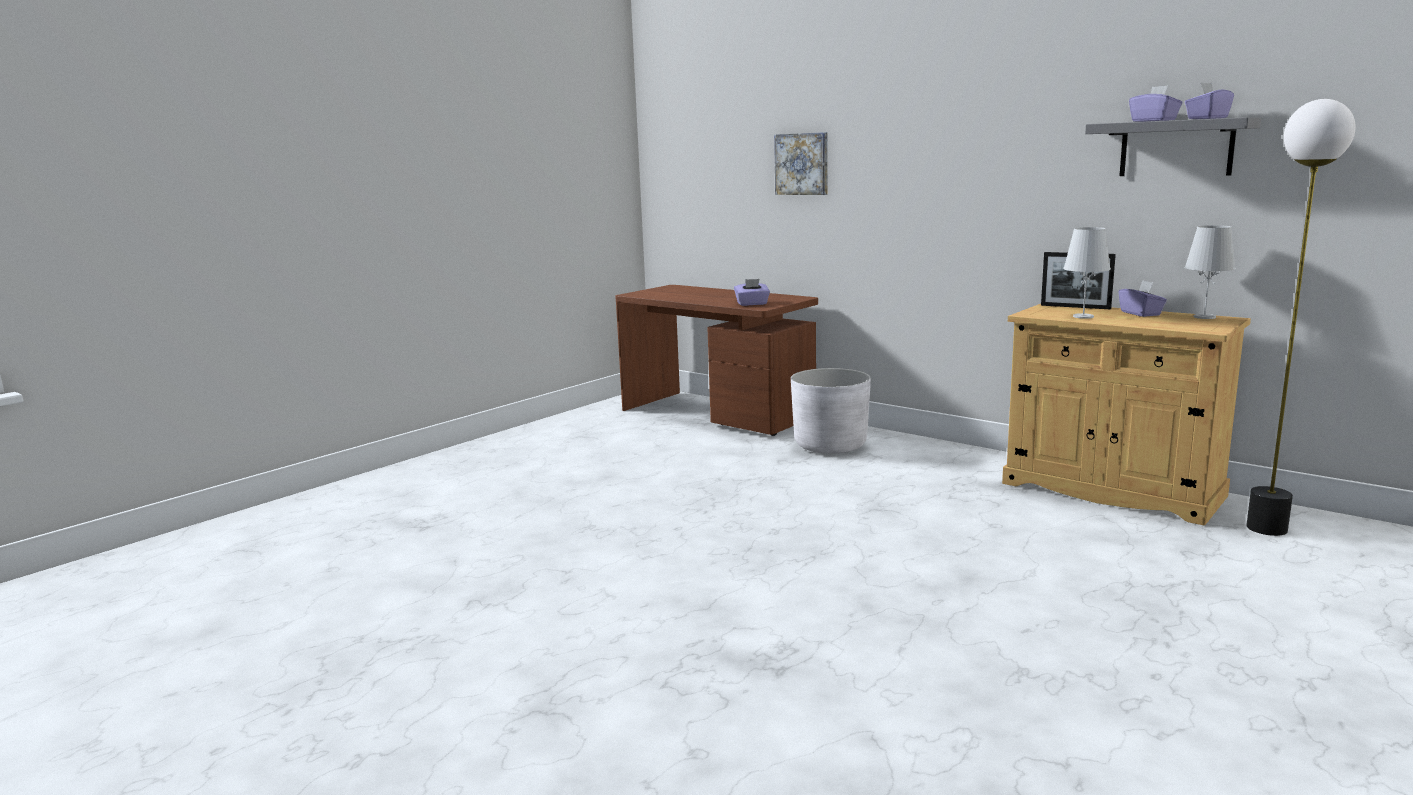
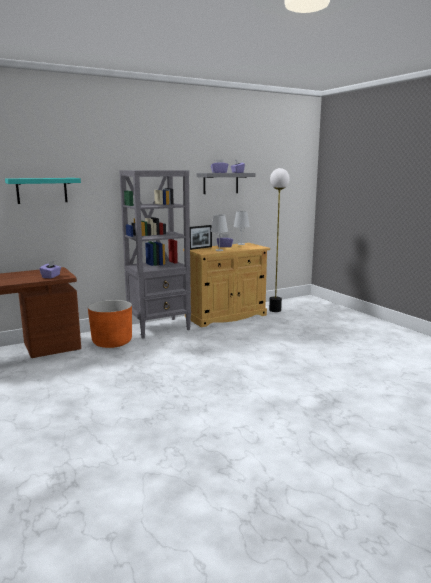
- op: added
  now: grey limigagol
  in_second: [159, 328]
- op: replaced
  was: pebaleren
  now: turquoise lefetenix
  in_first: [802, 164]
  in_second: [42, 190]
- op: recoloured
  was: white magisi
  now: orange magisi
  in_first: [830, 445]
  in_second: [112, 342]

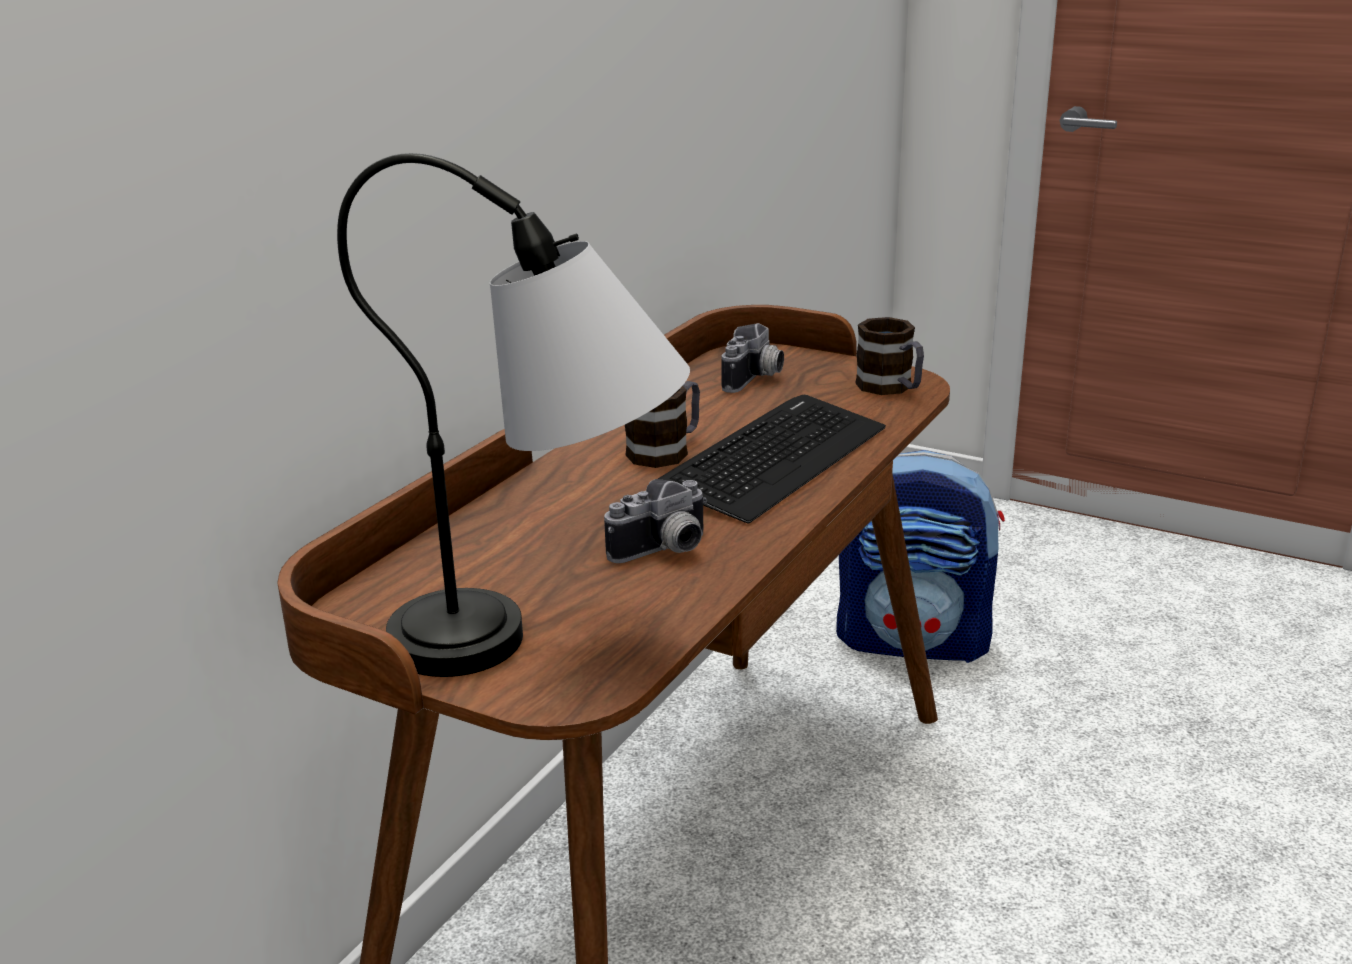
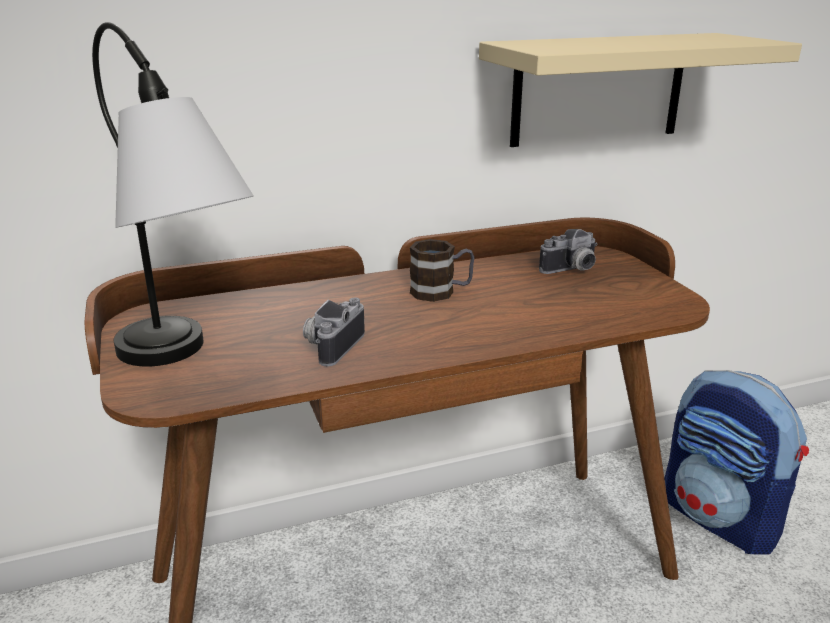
- op: removed
  was: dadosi
  in_first: [771, 460]
- op: removed
  was: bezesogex
  in_first: [891, 388]
- op: added
  now: beige lefetenix
  in_second: [599, 89]
- op: turned
  was: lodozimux
  in_first: [665, 551]
  in_second: [331, 346]
  clockwise: 105

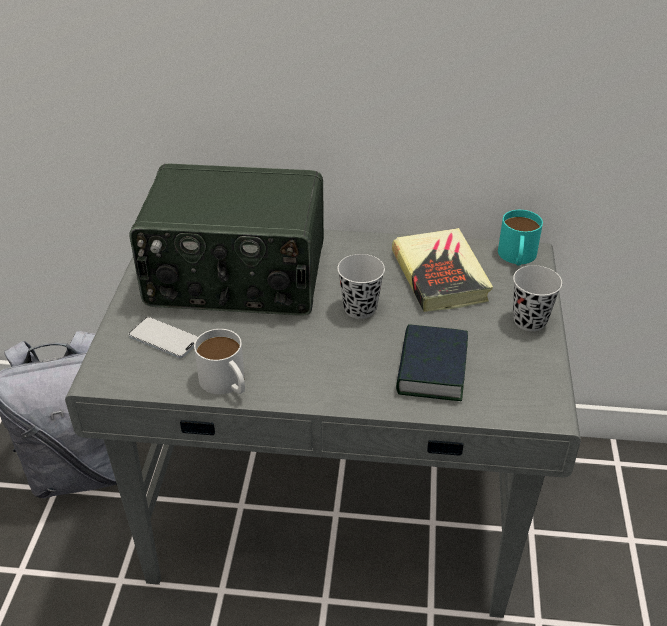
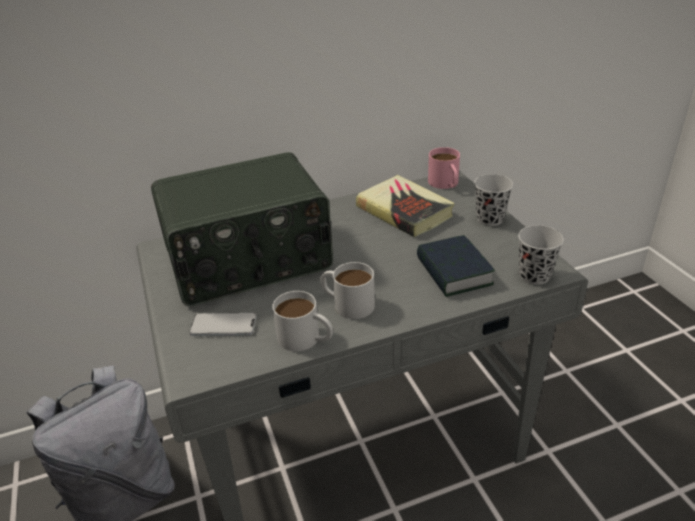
- op: added
  now: white bezesogex
  in_second: [347, 303]
- op: moved
  was: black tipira
  in_first: [360, 308]
  in_second: [534, 276]
- op: recoloured
  was: turquoise bezesogex
  now: pink bezesogex
  in_first: [517, 257]
  in_second: [445, 184]

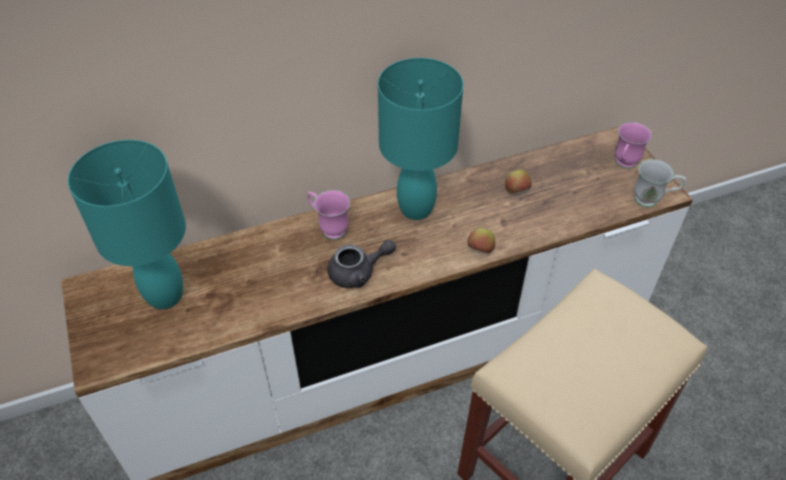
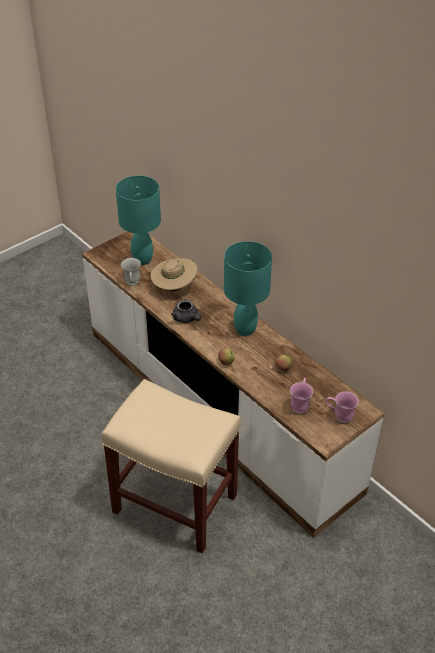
- op: added
  now: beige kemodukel
  in_second: [174, 287]
- op: moved
  was: pink bezesogex
  in_first: [329, 228]
  in_second: [300, 405]
- op: moved
  was: white bezesogex
  in_first: [652, 201]
  in_second: [132, 284]

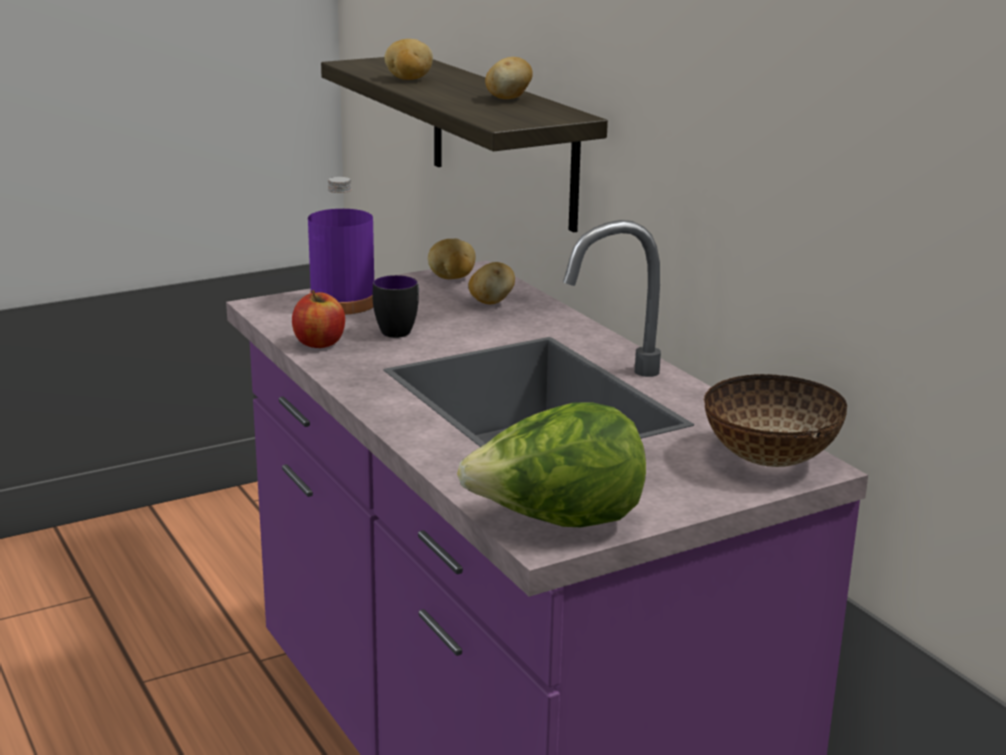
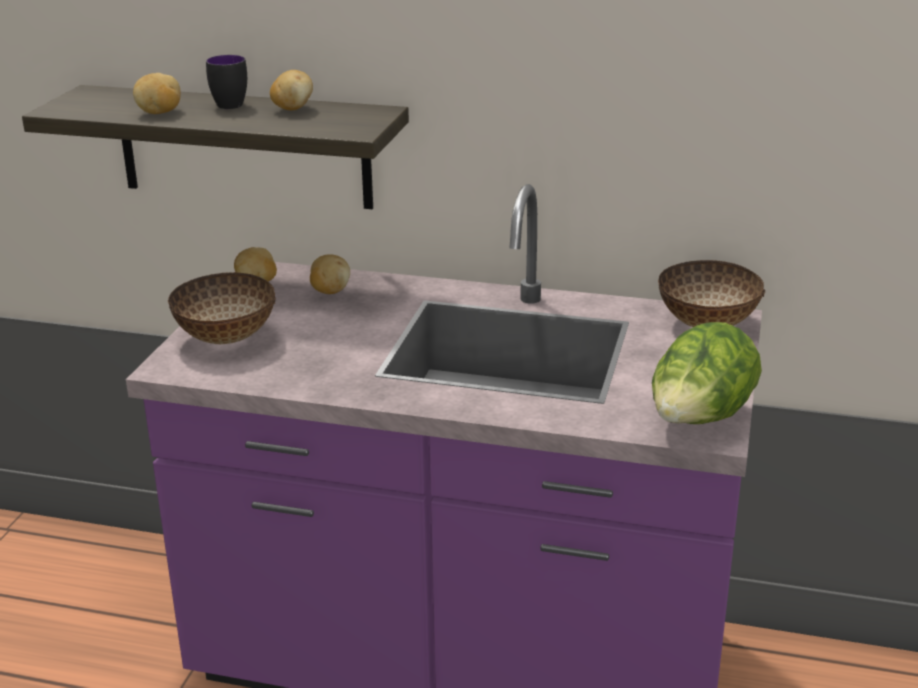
- op: removed
  was: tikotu
  in_first: [319, 343]
- op: moved
  was: bezesogex
  in_first: [400, 330]
  in_second: [228, 103]
- op: replaced
  was: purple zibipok
  now: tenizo
  in_first: [343, 303]
  in_second: [225, 338]

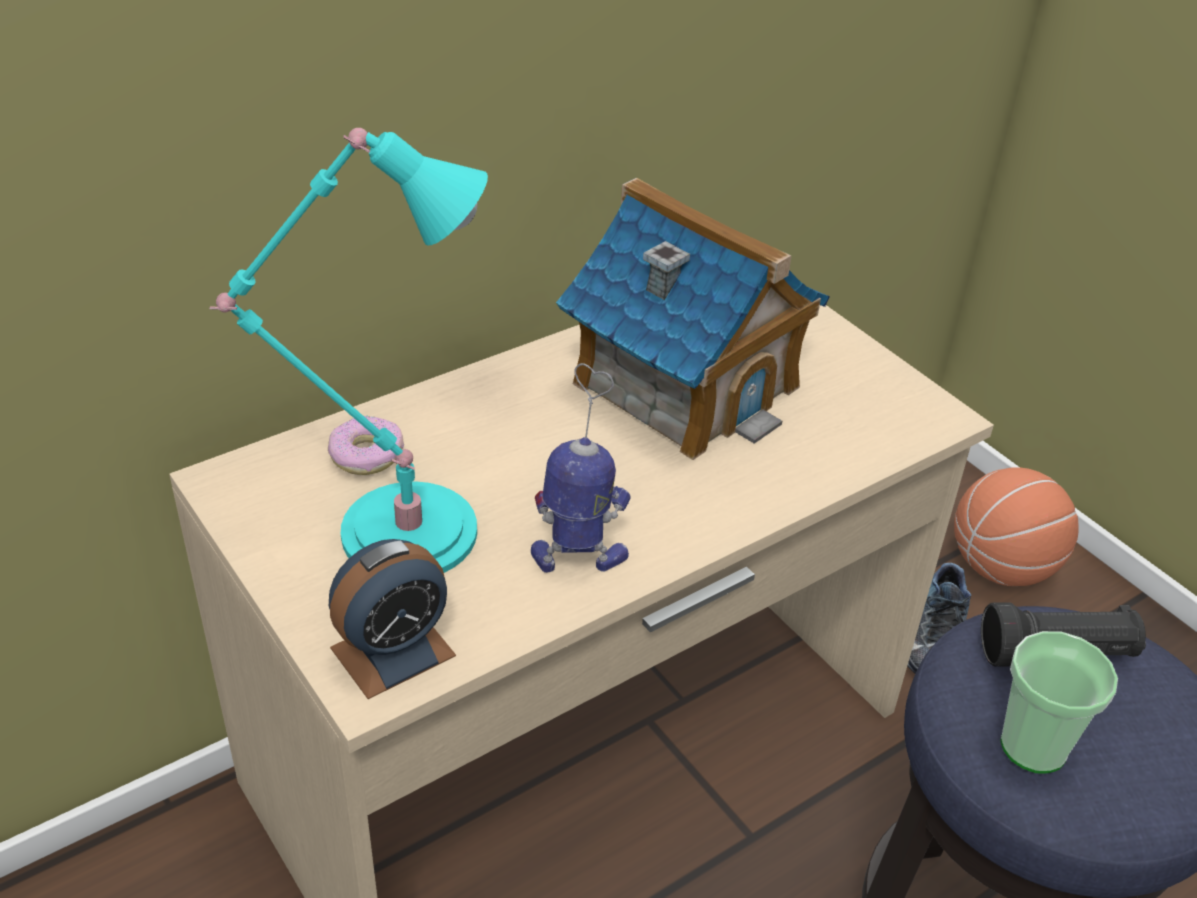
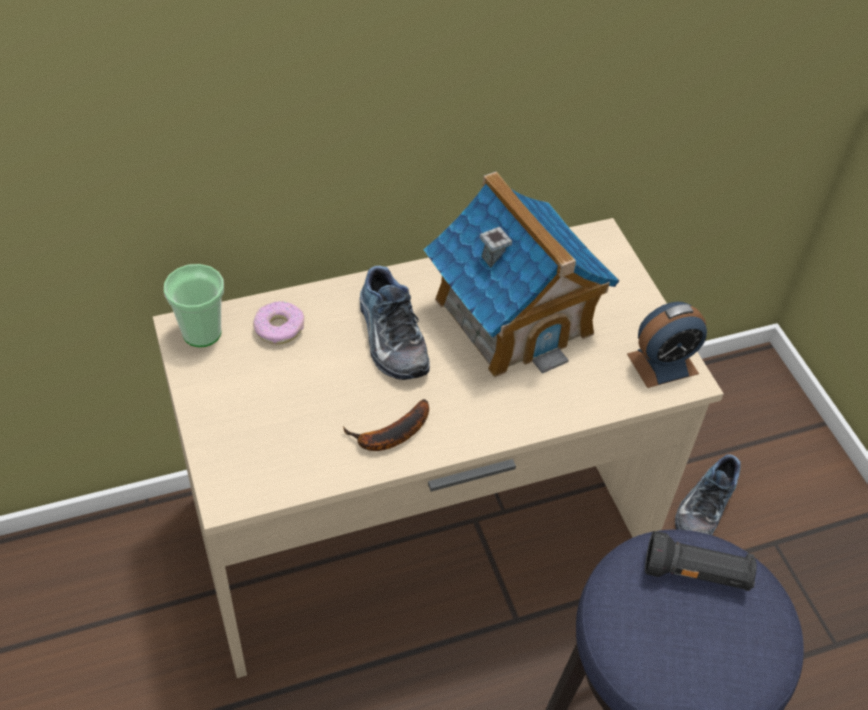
- op: removed
  was: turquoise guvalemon
  in_first: [397, 531]
- op: removed
  was: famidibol
  in_first: [1002, 567]
- op: added
  now: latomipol
  in_second: [389, 337]
- op: moved
  was: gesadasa
  in_first: [393, 652]
  in_second: [662, 364]
- op: moved
  was: tipira
  in_first: [1033, 747]
  in_second: [202, 332]
- op: replaced
  was: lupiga
  now: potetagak
  in_first: [580, 558]
  in_second: [390, 436]

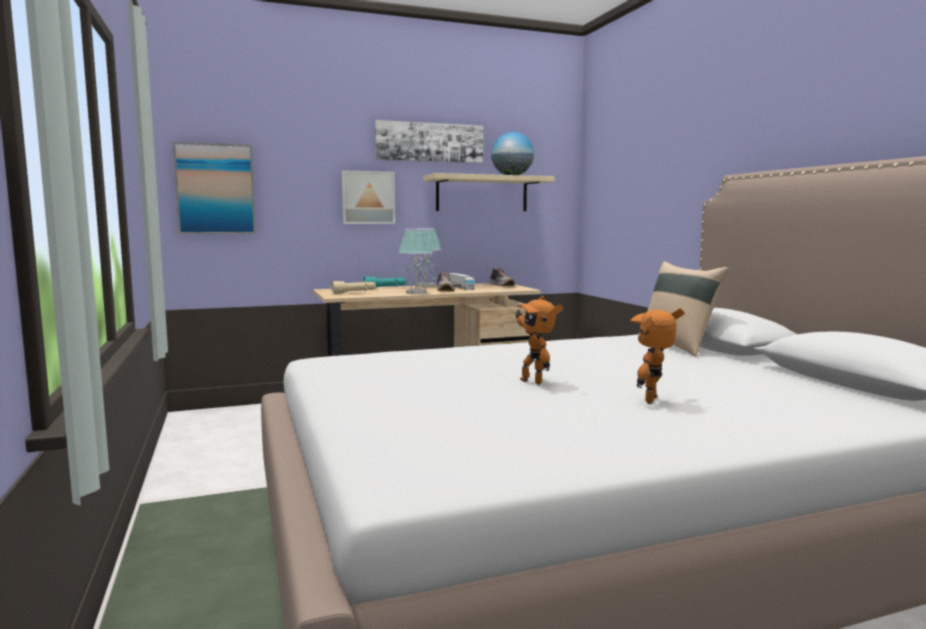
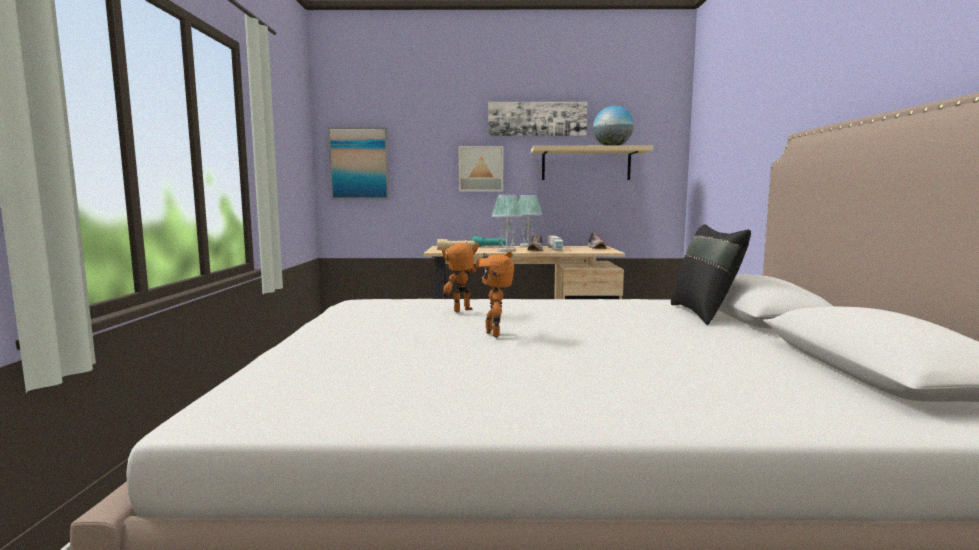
- op: moved
  was: lupiga
  in_first: [656, 401]
  in_second: [465, 311]
- op: recoloured
  was: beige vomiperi
  now: black vomiperi
  in_first: [678, 347]
  in_second: [704, 314]

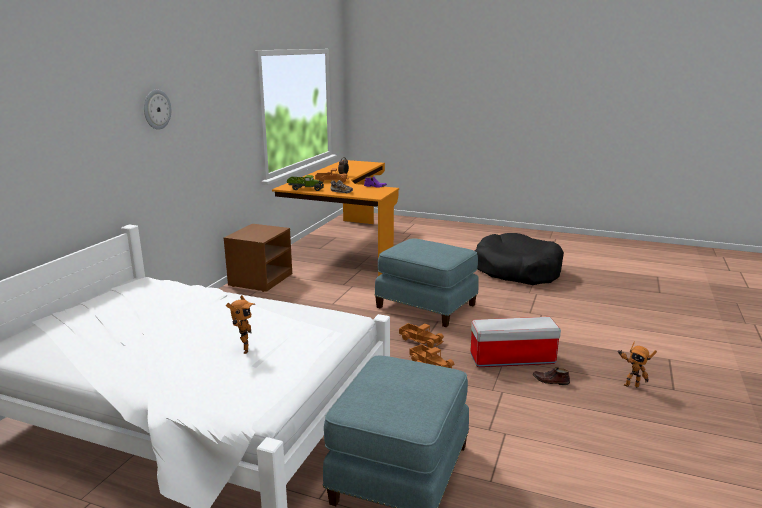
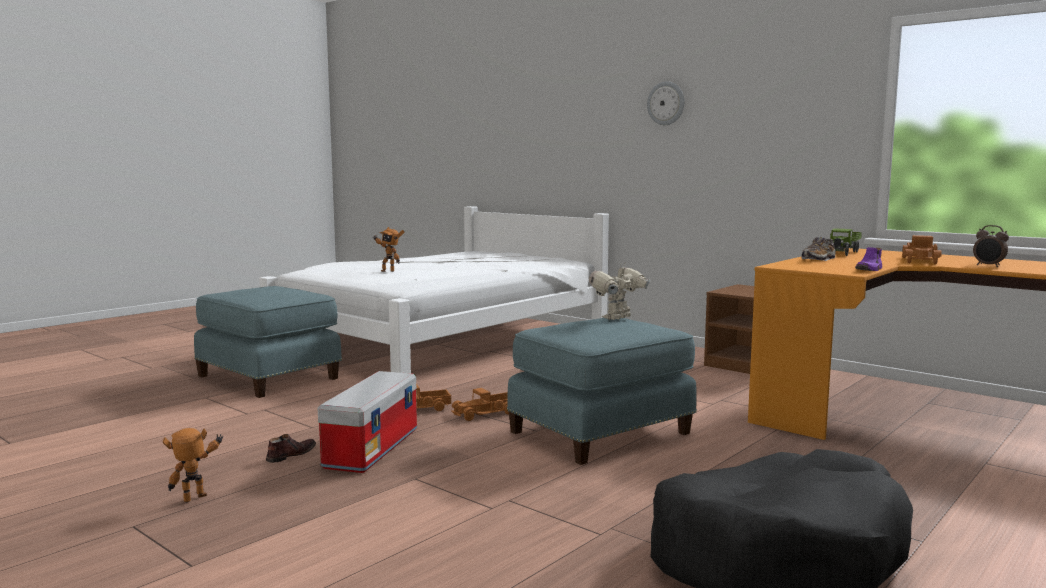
- op: added
  now: lupiga
  in_second: [618, 318]

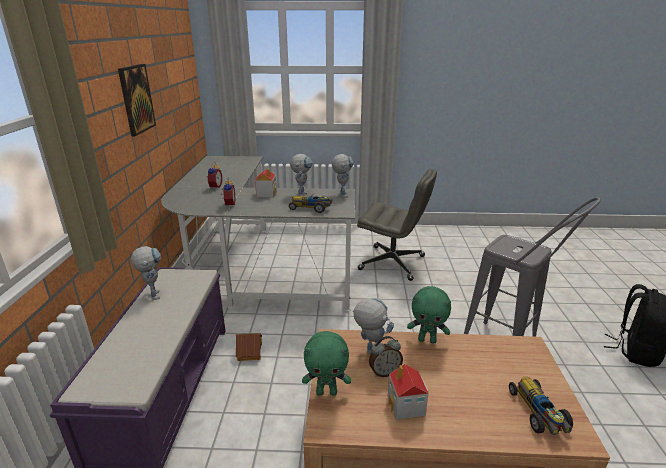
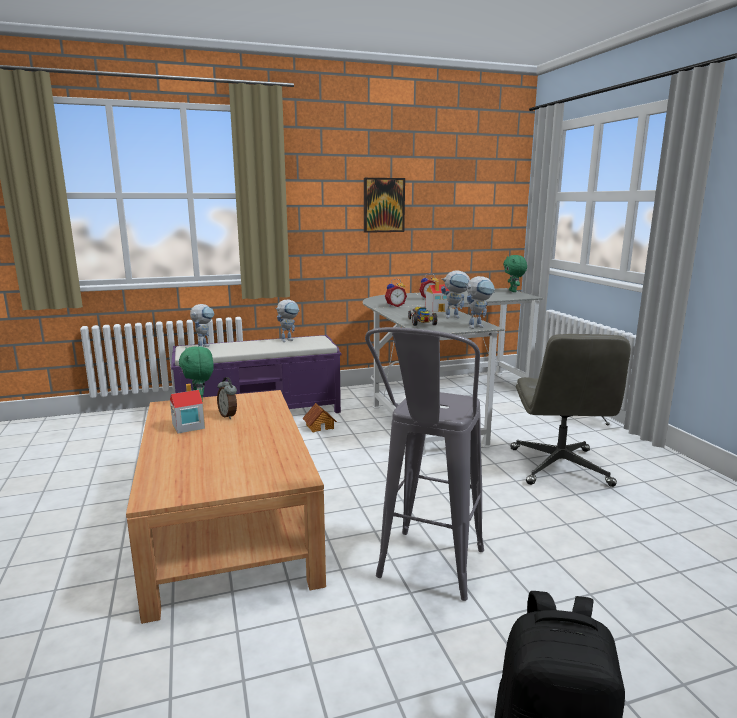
- op: removed
  was: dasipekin
  in_first: [538, 413]
- op: moved
  was: lupiga
  in_first: [369, 352]
  in_second: [204, 346]
- op: moved
  was: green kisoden
  in_first: [427, 340]
  in_second: [513, 291]

